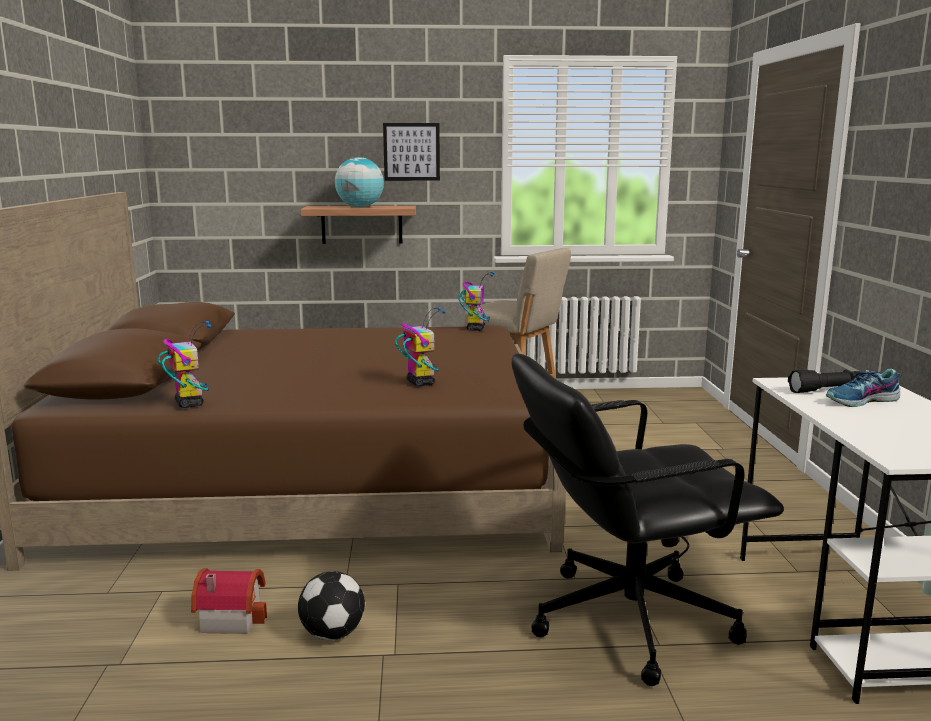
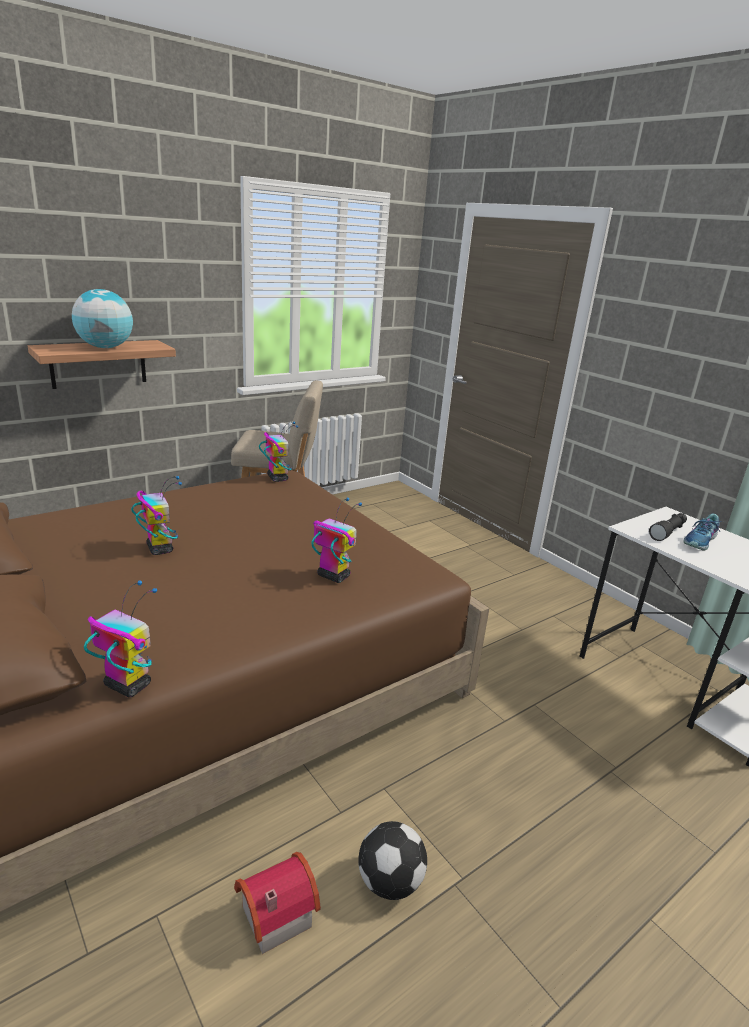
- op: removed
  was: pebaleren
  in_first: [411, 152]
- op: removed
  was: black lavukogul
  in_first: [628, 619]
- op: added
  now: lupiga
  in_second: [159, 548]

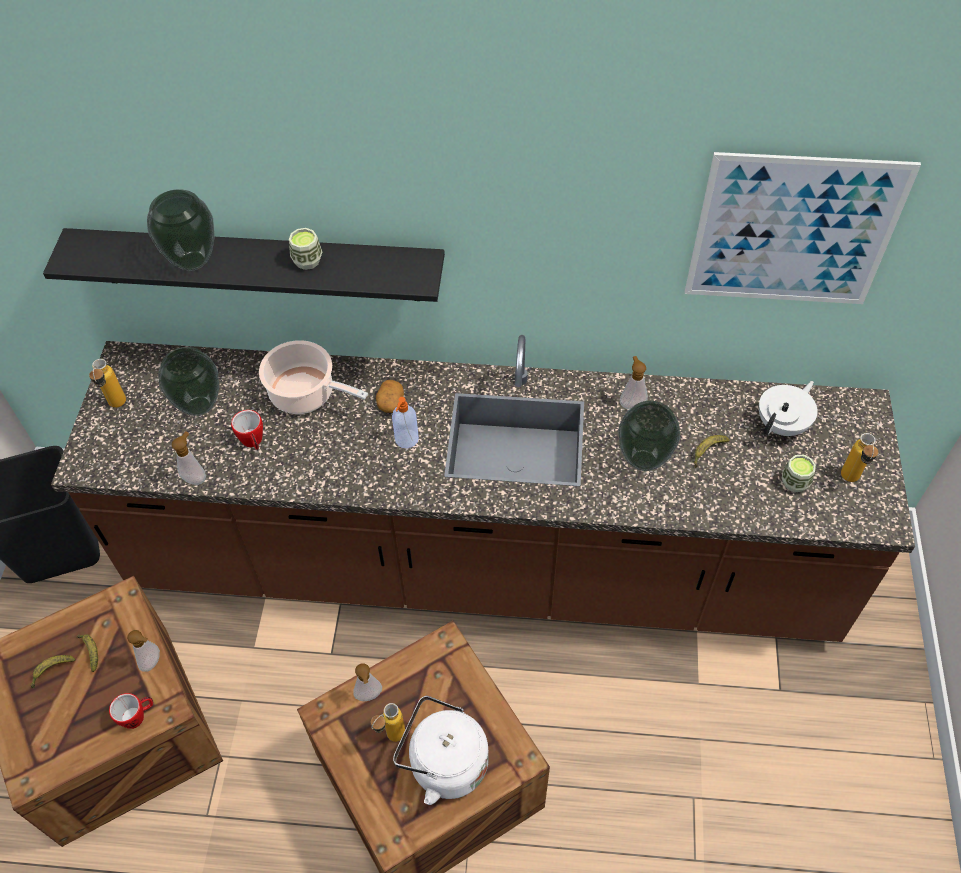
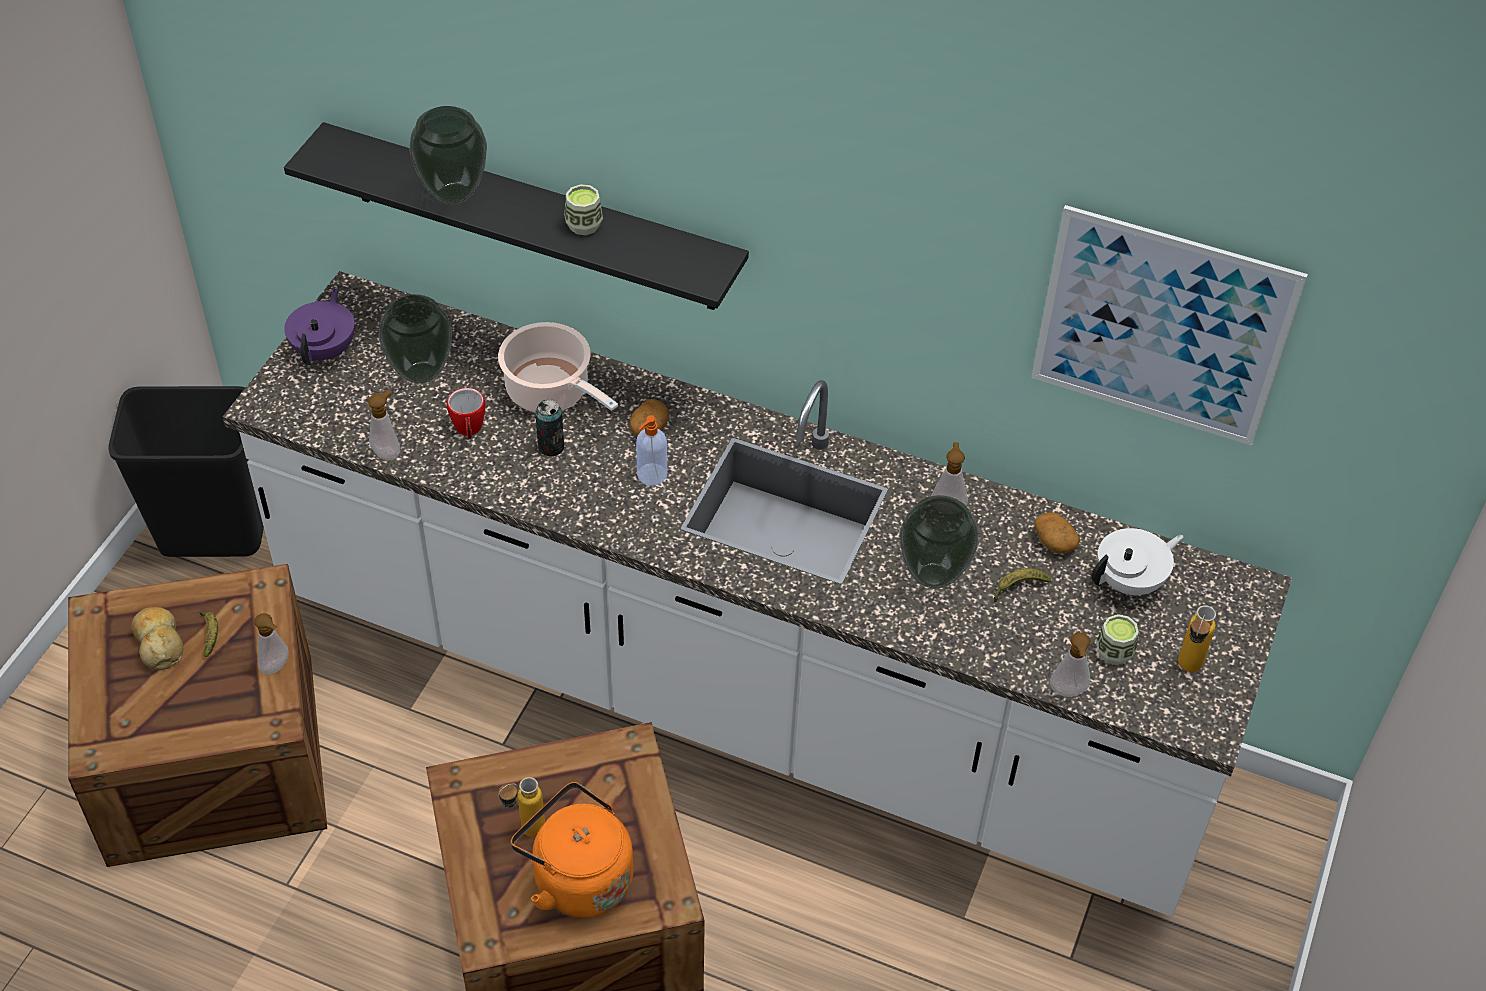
- op: removed
  was: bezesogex
  in_first: [138, 716]
- op: added
  now: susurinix
  in_second: [551, 447]
- op: added
  now: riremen
  in_second: [1054, 541]
- op: moved
  was: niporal
  in_first: [369, 696]
  in_second: [1068, 693]
- op: replaced
  was: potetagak
  now: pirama
  in_first: [52, 671]
  in_second: [159, 643]
- op: replaced
  was: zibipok
  now: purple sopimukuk
  in_first: [117, 407]
  in_second: [325, 350]
- op: recoloured
  was: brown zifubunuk
  now: white zifubunuk
  in_first: [483, 565]
  in_second: [736, 694]
- op: recoloured
  was: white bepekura
  now: orange bepekura
  in_first: [444, 763]
  in_second: [577, 878]

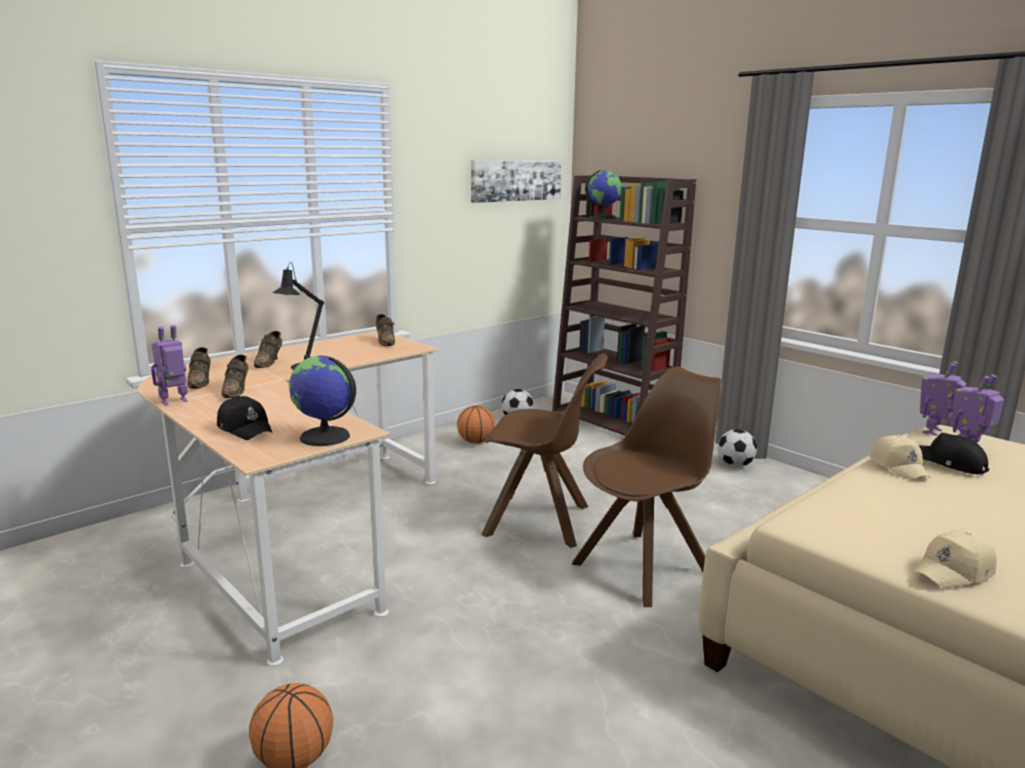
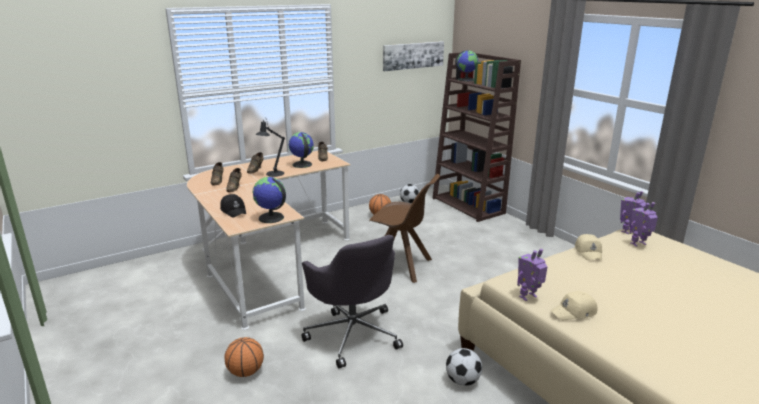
- op: removed
  was: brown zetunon
  in_first: [644, 566]
- op: removed
  was: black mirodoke
  in_first: [948, 463]
- op: added
  now: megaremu
  in_second: [301, 164]
- op: added
  now: grey lavukogul
  in_second: [353, 333]
- op: moved
  was: lupiga
  in_first: [174, 402]
  in_second: [528, 297]
- op: moved
  was: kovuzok
  in_first: [735, 465]
  in_second: [463, 381]

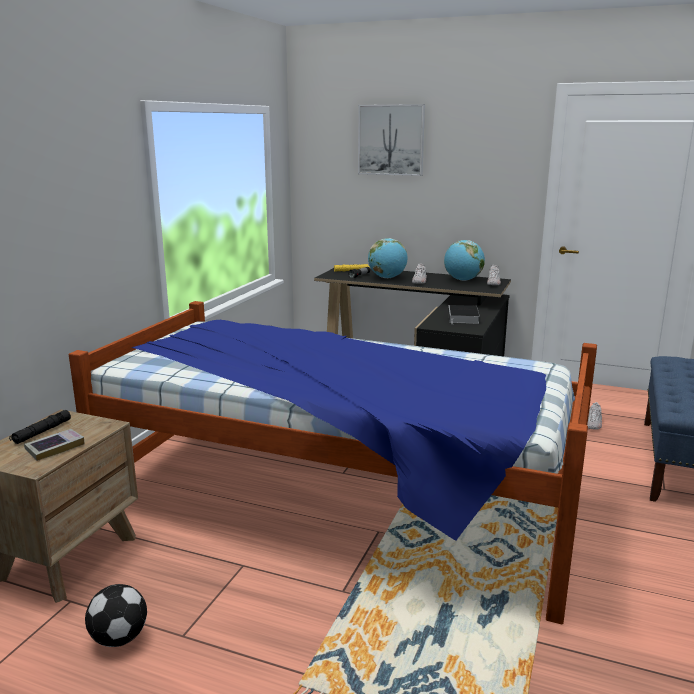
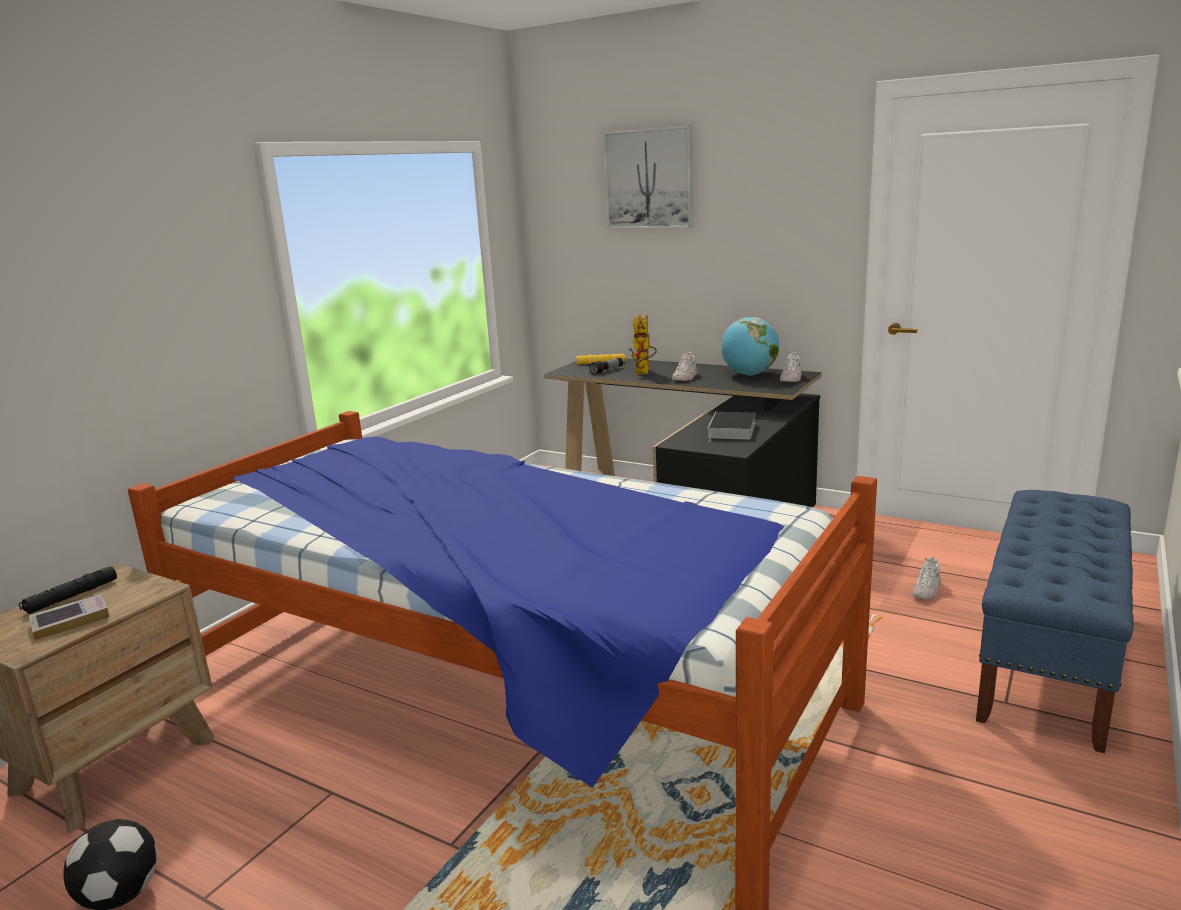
- op: replaced
  was: megaremu
  now: lupiga
  in_first: [387, 278]
  in_second: [644, 373]

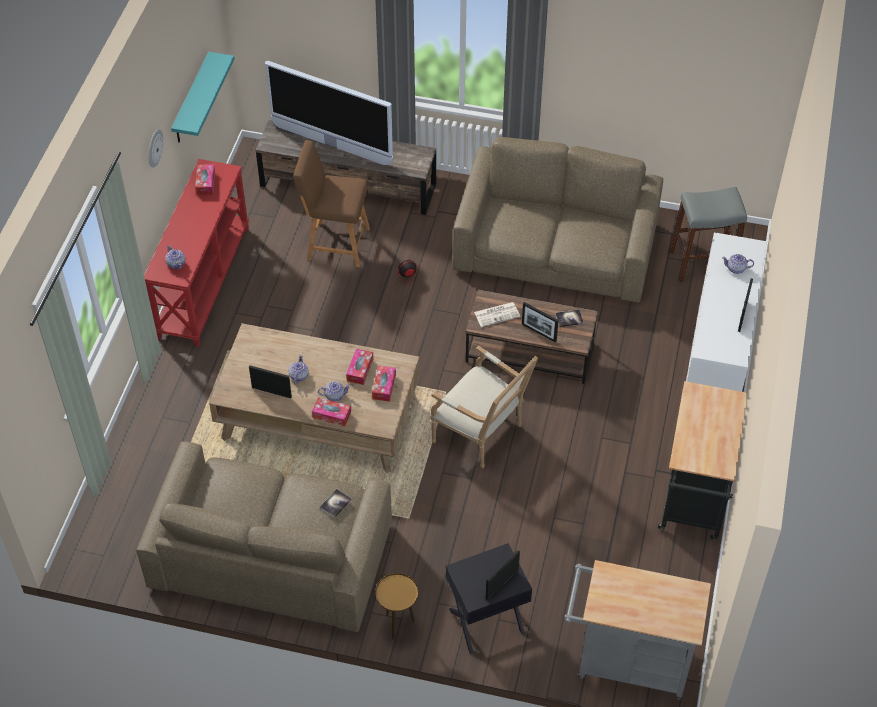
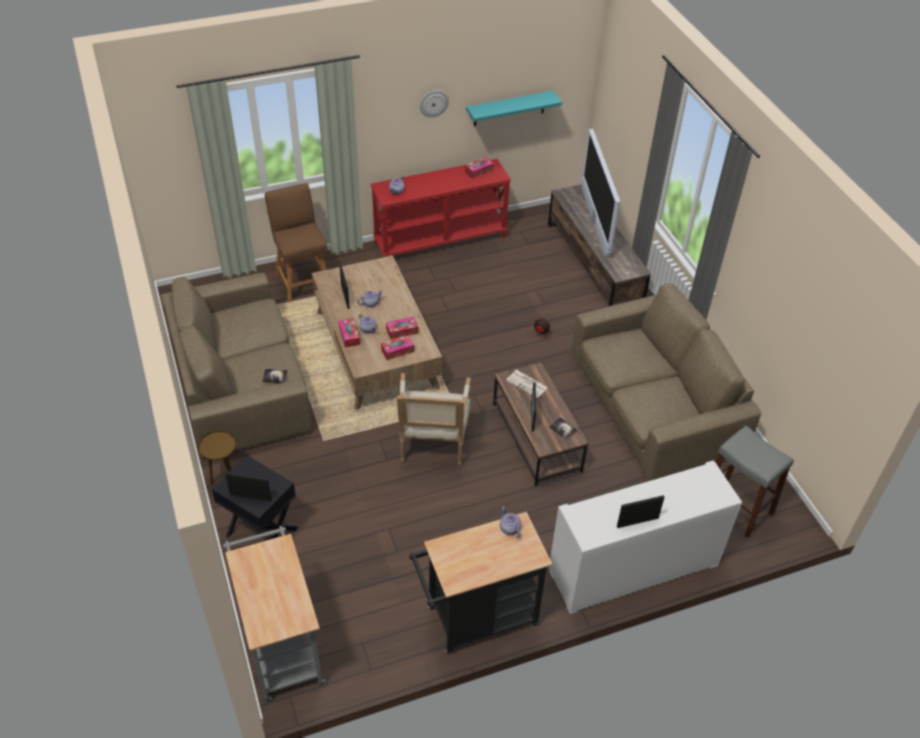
- op: moved
  was: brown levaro
  in_first: [335, 243]
  in_second: [303, 281]
- op: moved
  was: sopimukuk
  in_first: [736, 269]
  in_second: [509, 529]

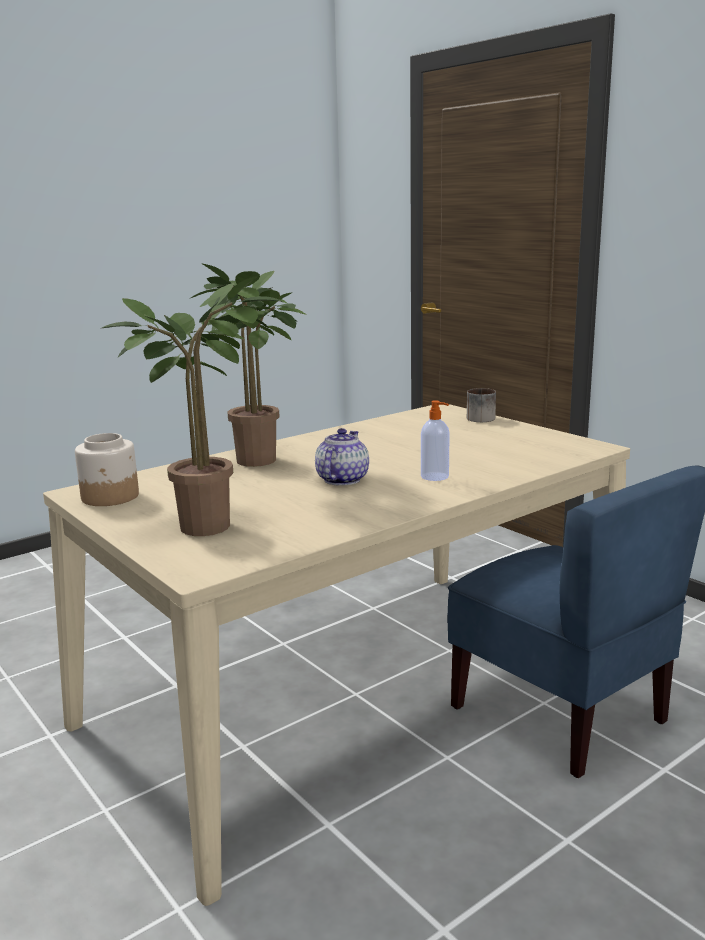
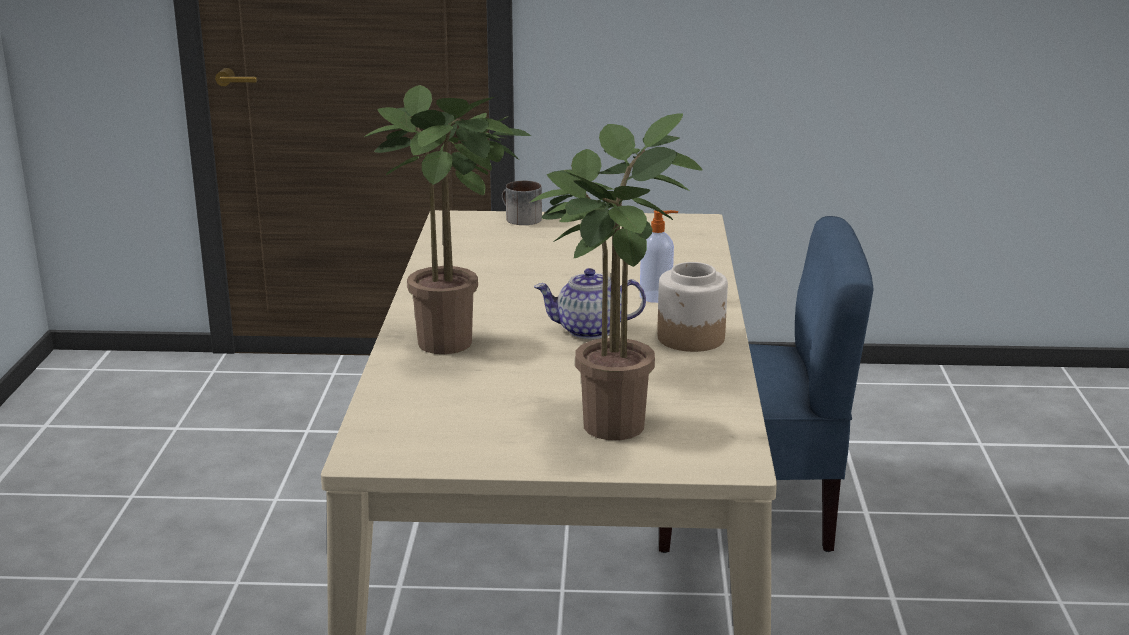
- op: moved
  was: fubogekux
  in_first: [110, 497]
  in_second: [692, 338]
- op: turned
  was: sopimukuk
  in_first: [341, 479]
  in_second: [589, 330]
  clockwise: -60

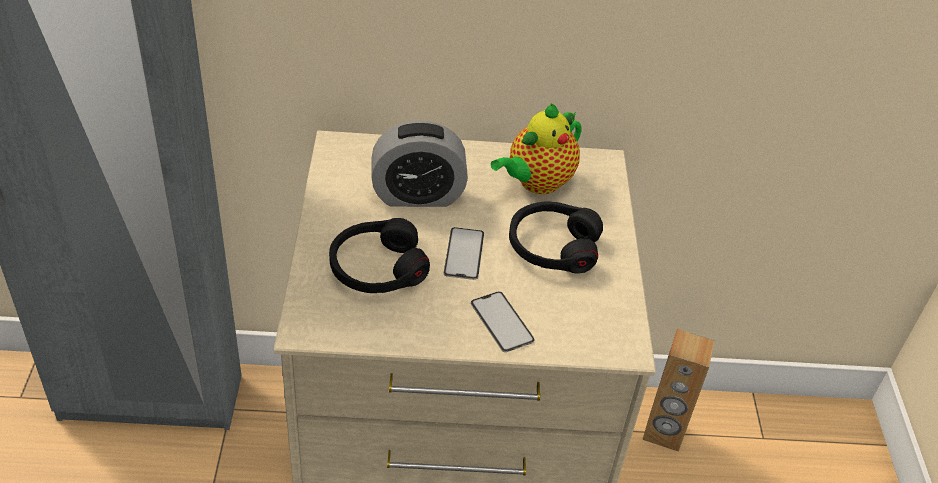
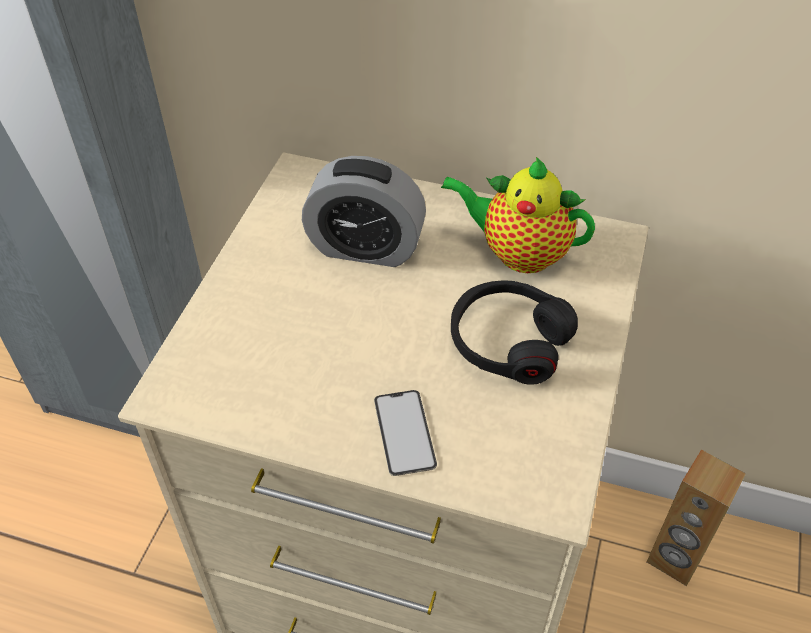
- op: removed
  was: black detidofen
  in_first: [377, 268]
- op: removed
  was: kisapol
  in_first: [464, 254]
- op: turned
  was: sopimukuk
  in_first: [536, 183]
  in_second: [518, 253]
  clockwise: 45

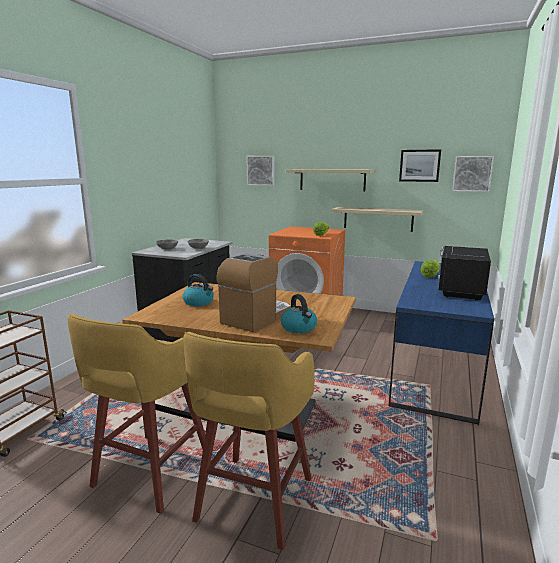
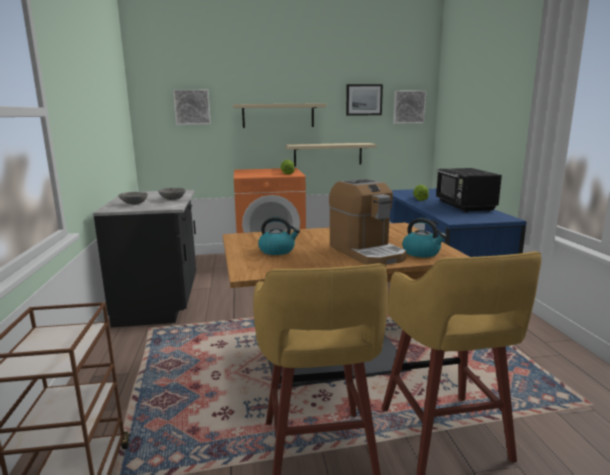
- op: turned
  was: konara
  in_first: [256, 317]
  in_second: [366, 252]
  clockwise: 150

